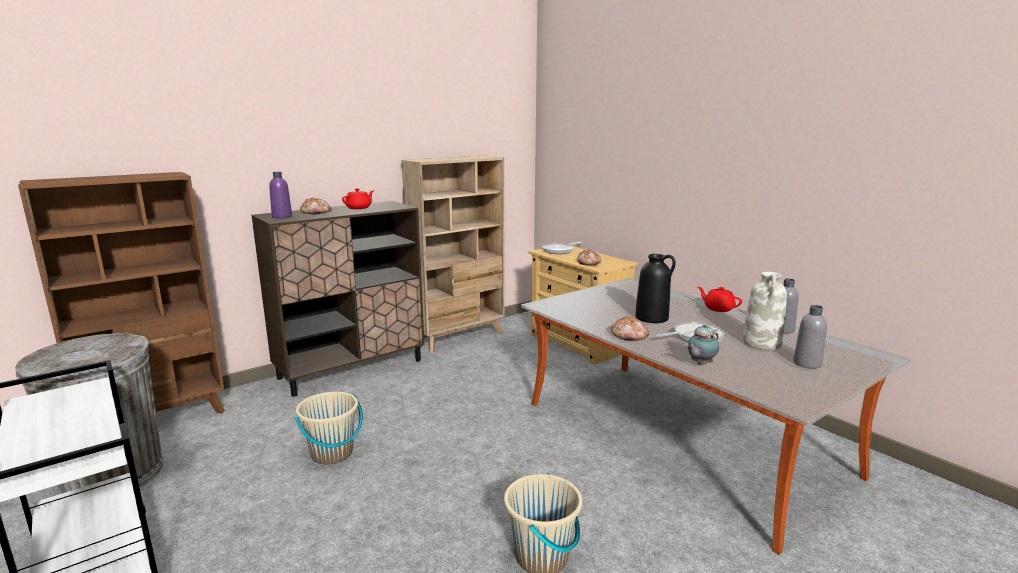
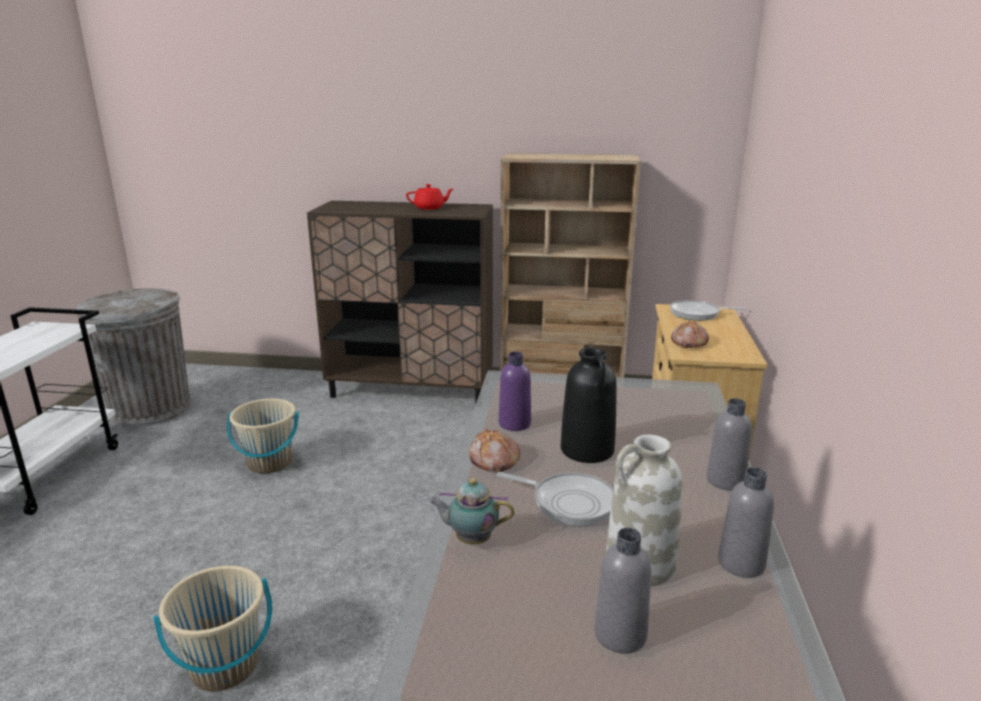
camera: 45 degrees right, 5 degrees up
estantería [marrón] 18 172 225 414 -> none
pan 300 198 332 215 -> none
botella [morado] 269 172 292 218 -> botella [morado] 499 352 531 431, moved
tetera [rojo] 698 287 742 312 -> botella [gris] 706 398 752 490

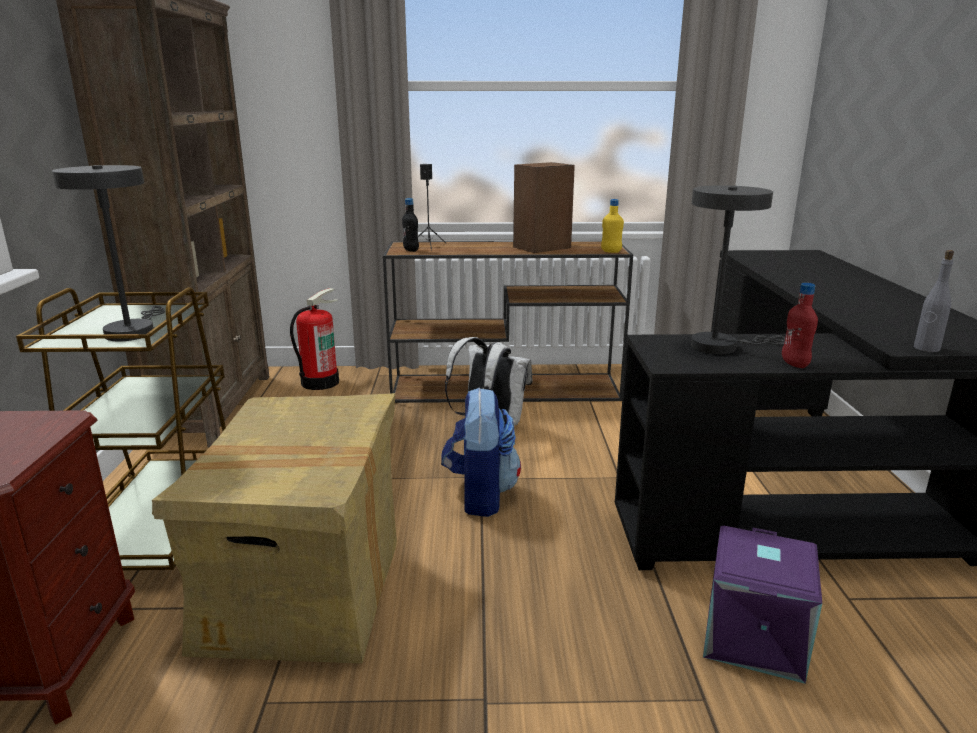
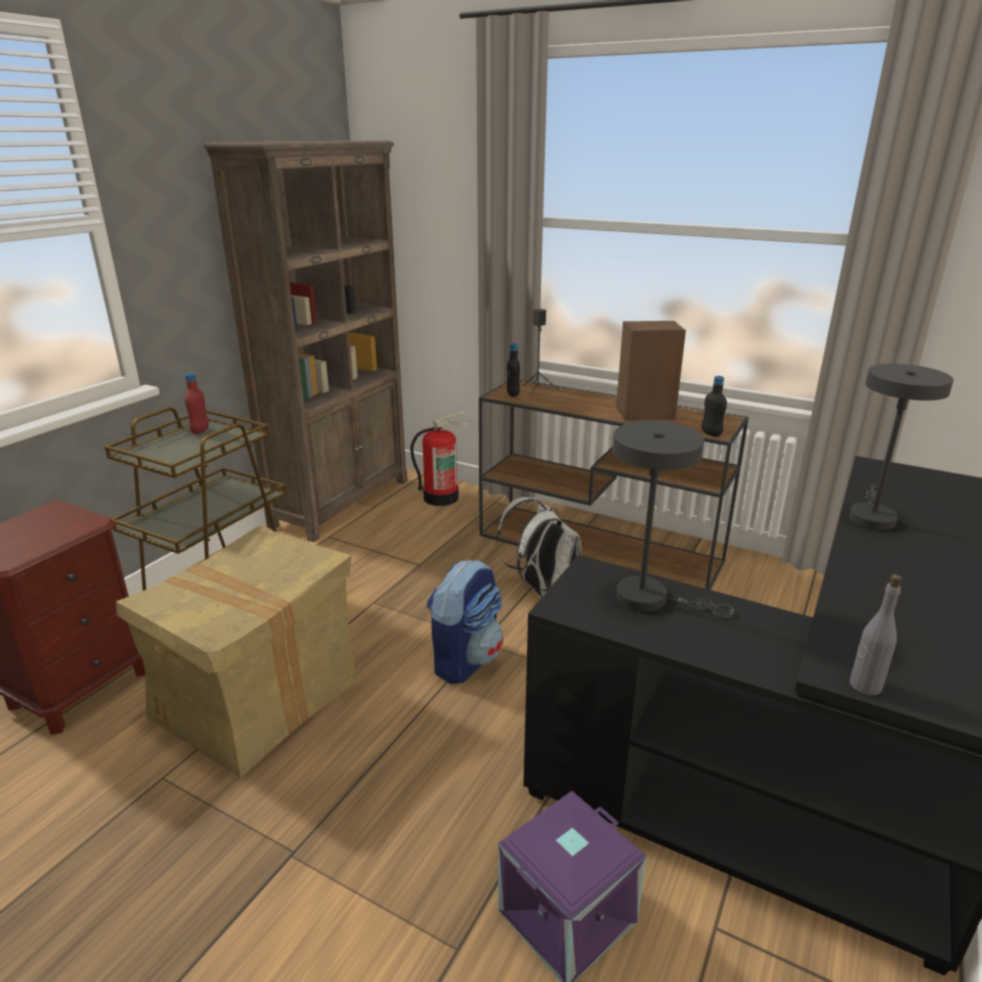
camera: 30 degrees right, 5 degrees up
lámpara de mesa [gris] 52 165 165 341 -> lámpara de mesa [gris] 849 364 954 530, moved
botella [rojo] 782 283 818 368 -> botella [rojo] 185 373 209 434, moved
botella [amarillo] 601 199 624 253 -> botella [negro] 701 376 727 437

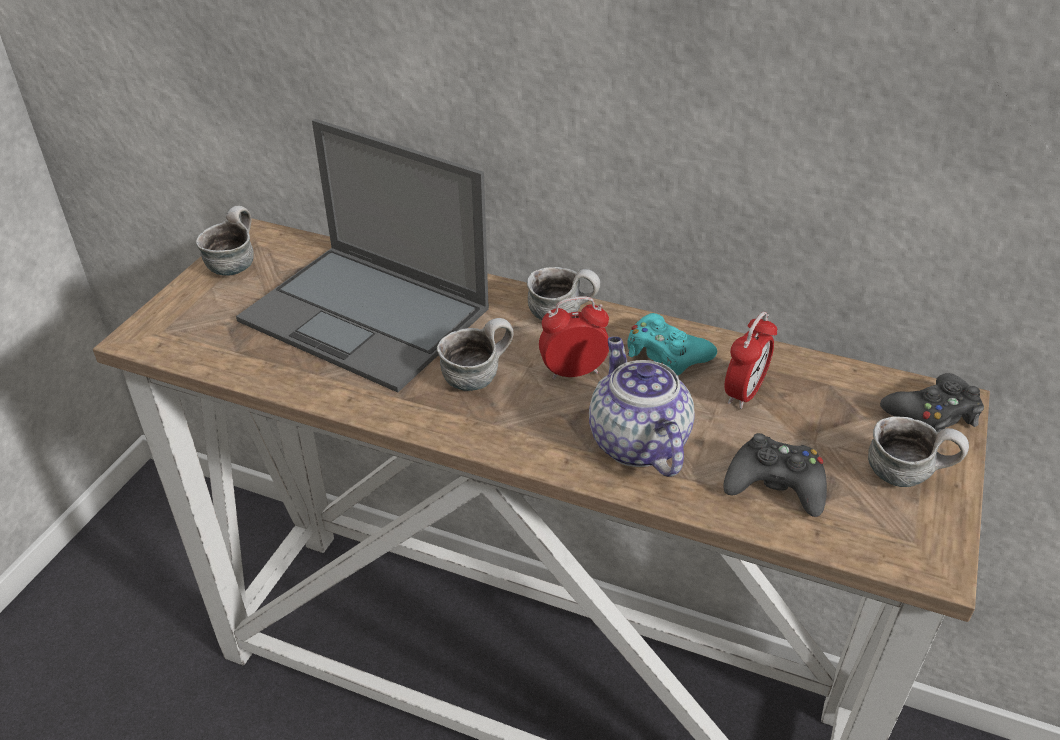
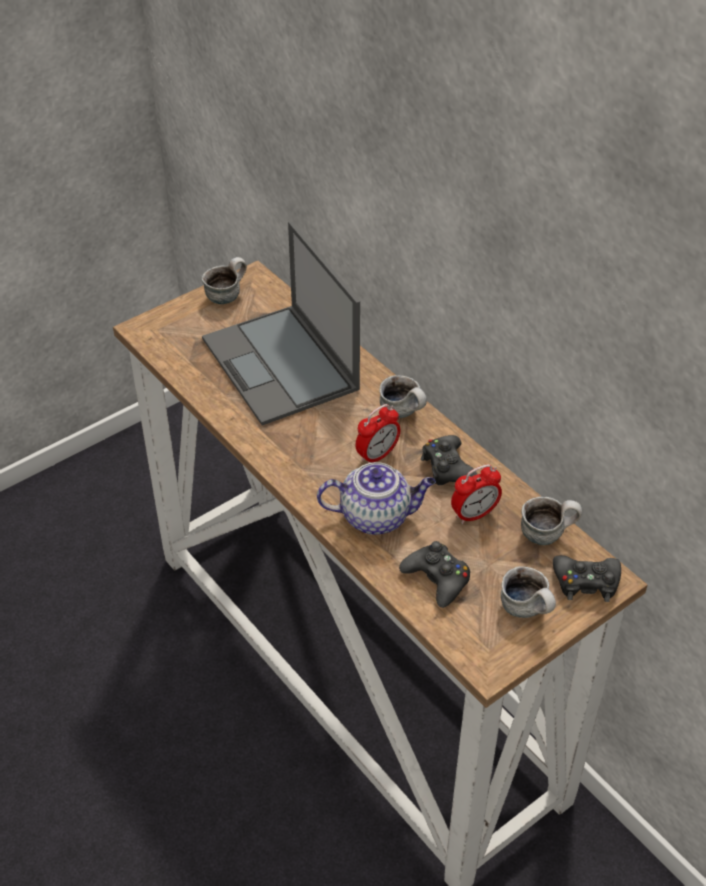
camera: 30 degrees right, 5 degrees up
taza grande 437 318 513 391 -> taza grande 521 497 582 545, moved
mando de consola [turquesa] 628 313 717 376 -> mando de consola [negro] 421 435 477 485
despertador 539 296 609 379 -> despertador 356 404 400 463, 120 degrees clockwise
tetera 589 337 695 477 -> tetera 317 462 436 535, 75 degrees clockwise

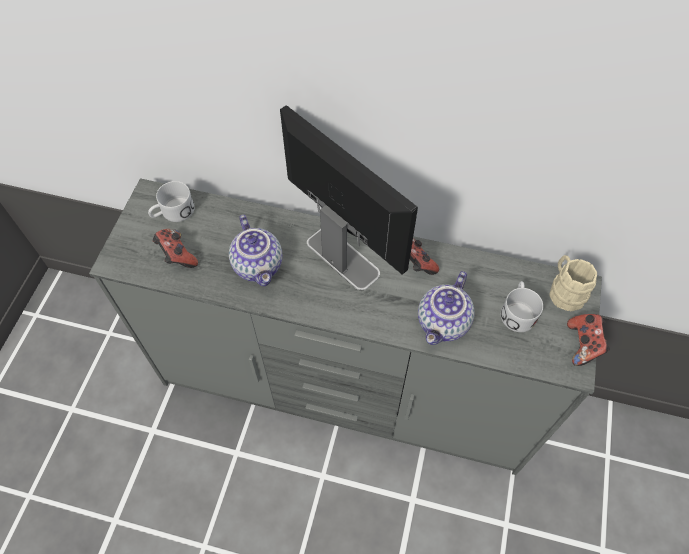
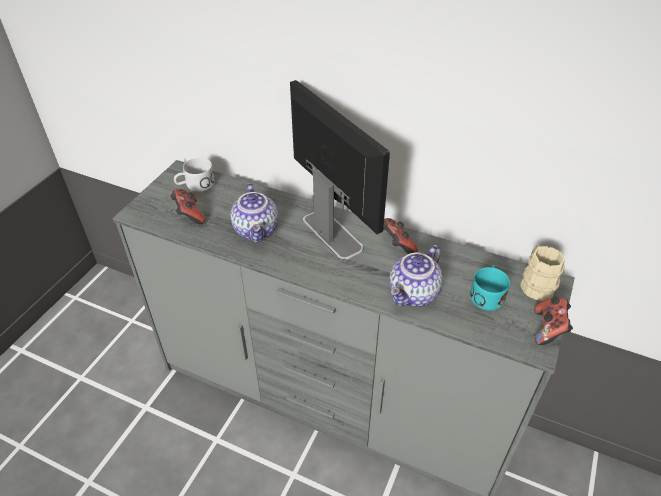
camera: 10 degrees right, 15 degrees down
taza grande [blanco] 501 281 543 332 -> taza grande [turquesa] 470 265 510 311

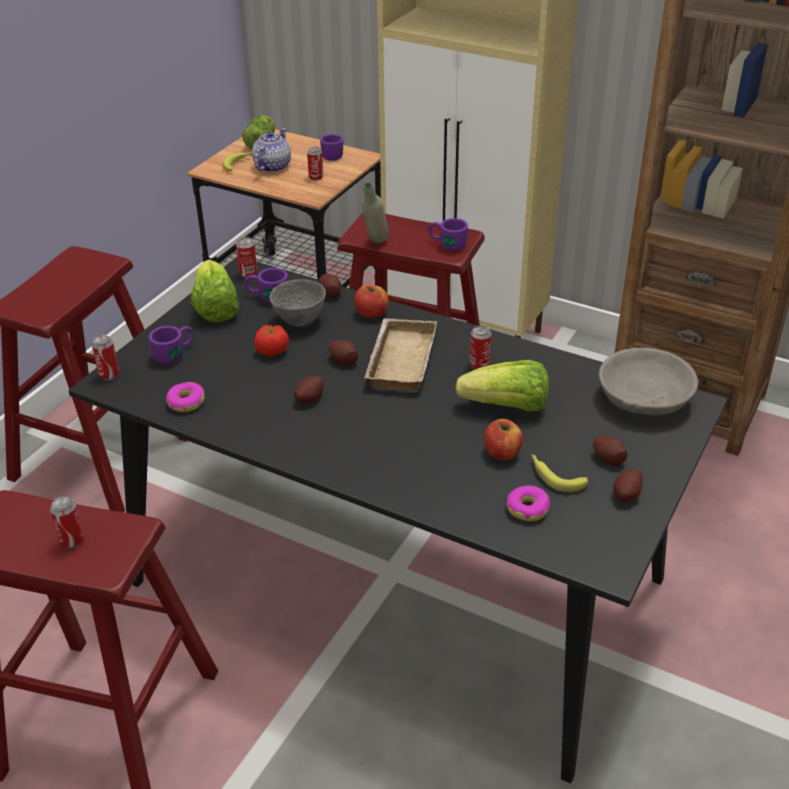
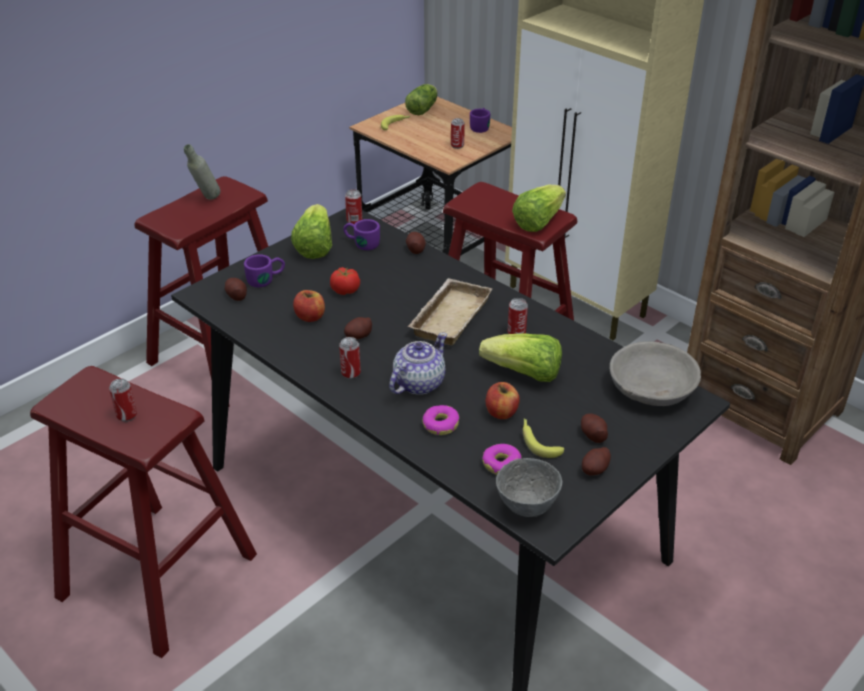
camera: 15 degrees right, 0 degrees up
lata 92 335 120 381 -> lata 339 337 361 379, moved
rosquilla 166 382 205 412 -> rosquilla 423 405 459 435, moved
tetera 252 128 291 172 -> tetera 389 332 447 395, moved
cuenco [gris] 269 279 326 327 -> cuenco [gris] 496 458 563 517, moved
patata 329 340 358 365 -> patata 225 278 247 301, moved
manzana 354 285 389 318 -> manzana 293 290 325 322, moved
botella [gris] 362 182 388 243 -> botella [gris] 184 144 220 200, moved
taza grande [morado] 428 218 468 251 -> lechuga 512 185 566 232

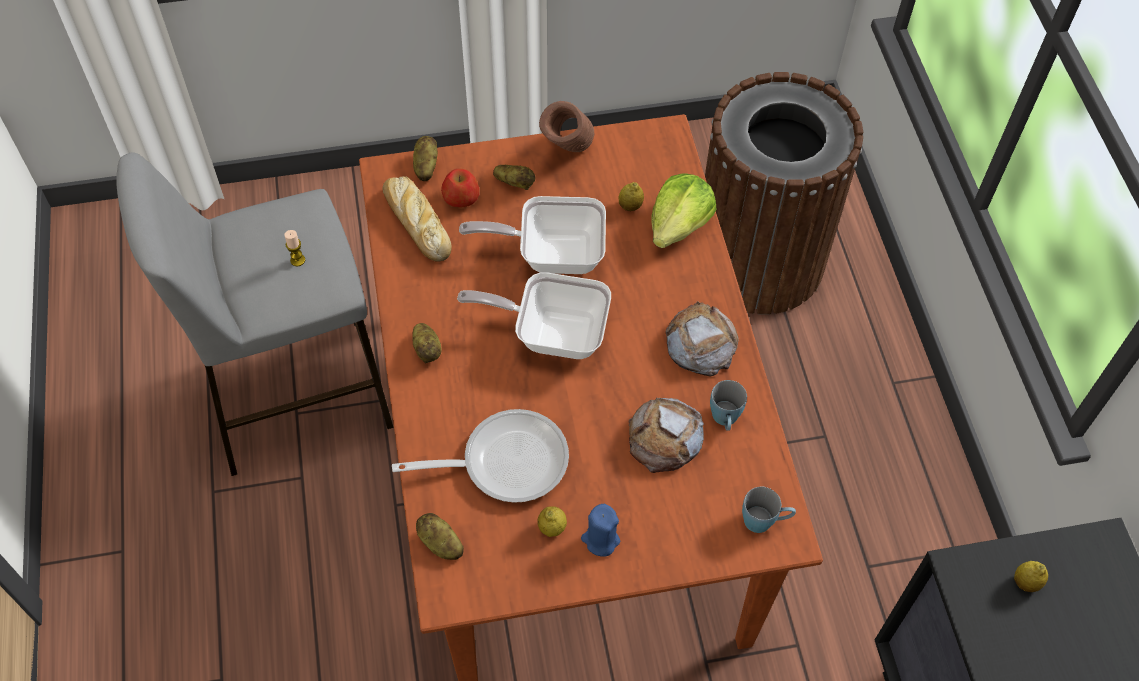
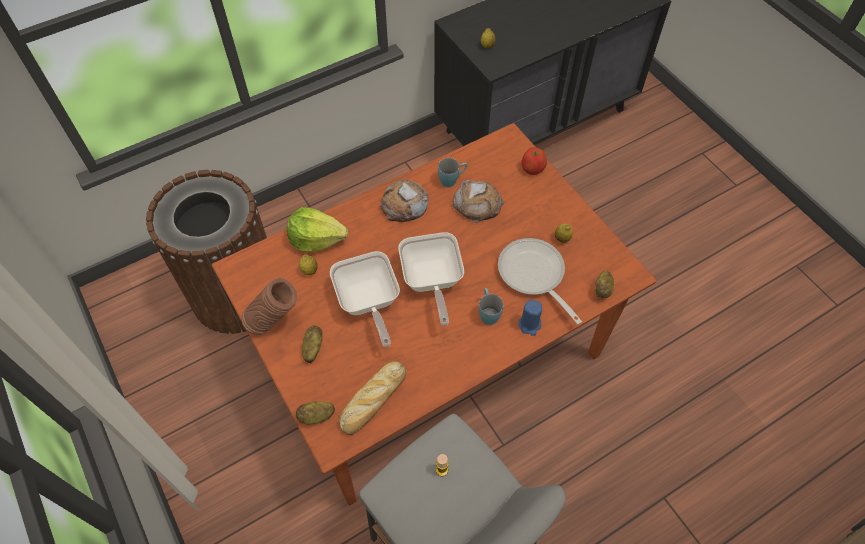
camera: 110 degrees left, 0 degrees up
patata 412 323 442 363 -> none
manzana 441 169 479 208 -> manzana 521 147 547 175, moved
vela [azul] 581 504 620 557 -> vela [azul] 518 299 542 336, moved
taza grande [azul] 742 487 796 533 -> taza grande [azul] 479 288 504 325, moved

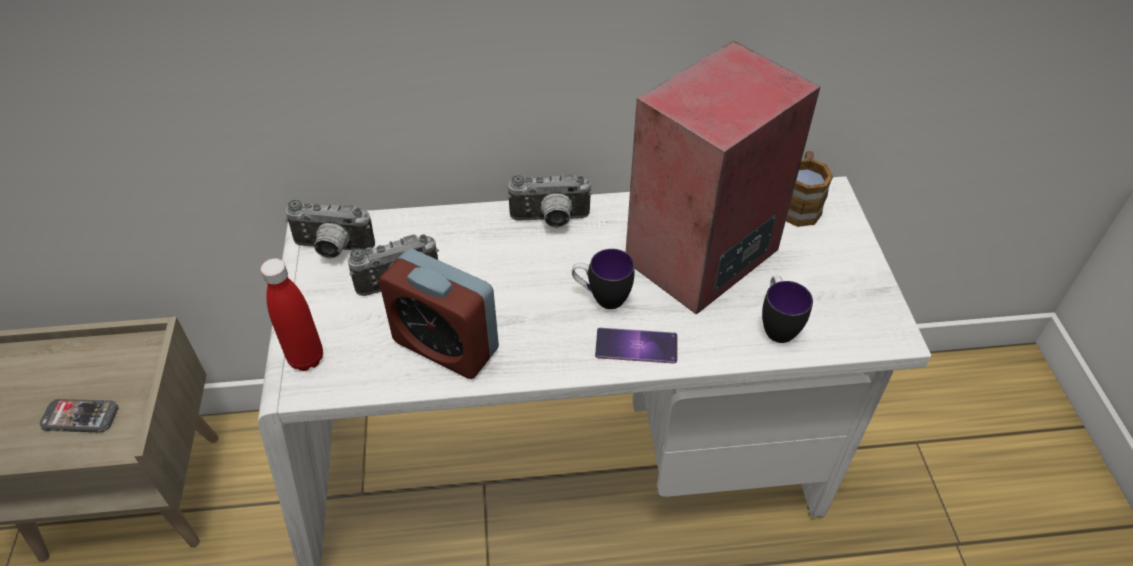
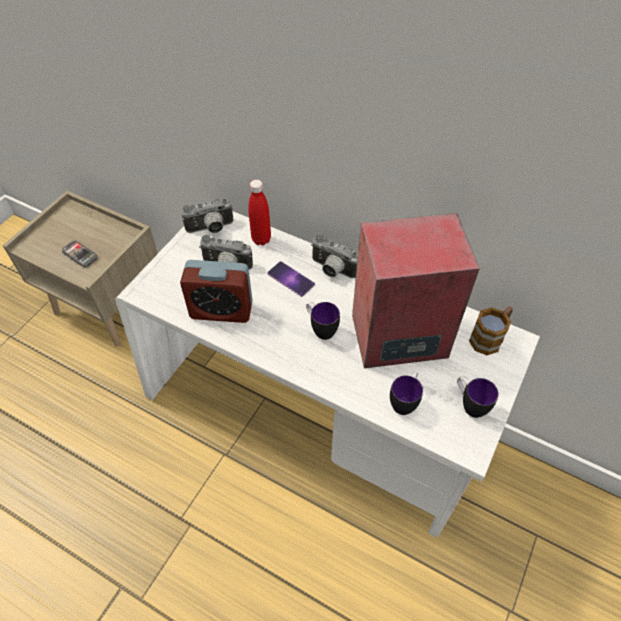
camera: 35 degrees right, 5 degrees up
none -> taza grande 457 376 498 418
botella [rojo] 260 258 323 371 -> botella [rojo] 248 179 271 245, moved
móvil 595 328 677 363 -> móvil 267 261 315 297, moved
cámara 285 200 375 259 -> cámara 181 199 233 233, 60 degrees counterclockwise
despertador 379 249 499 379 -> despertador 180 260 253 323, 60 degrees counterclockwise

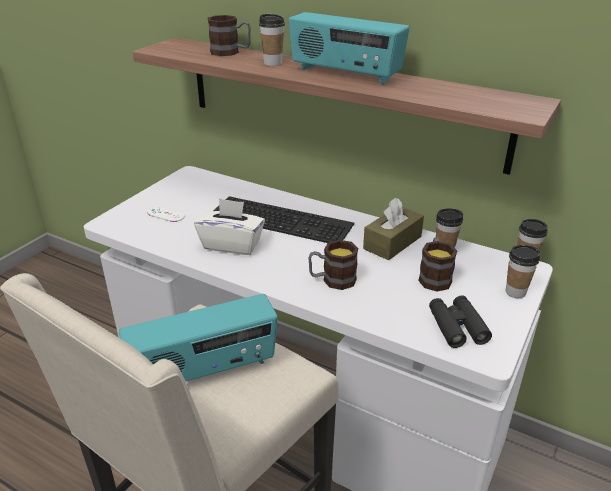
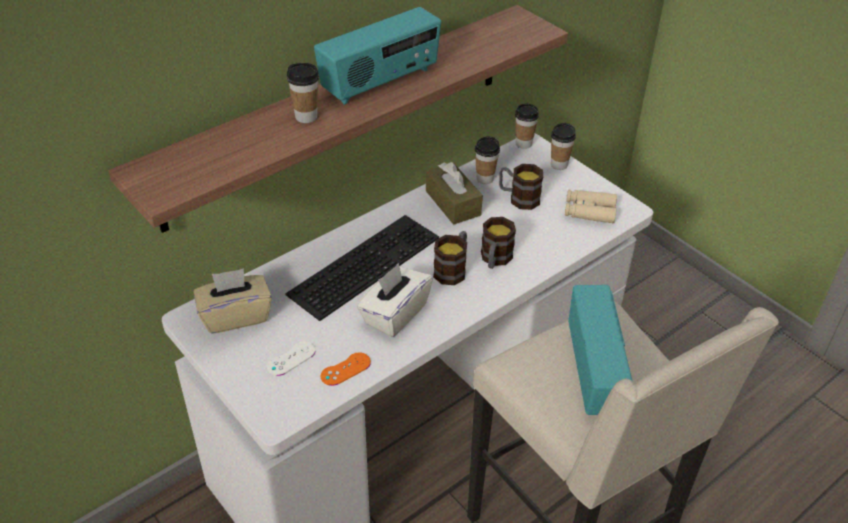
camera: 70 degrees left, 10 degrees up
none -> caja de pañuelos [beis] 194 269 272 334
none -> mando de consola [naranja] 321 352 371 386
taza grande 208 15 251 56 -> taza grande 433 231 467 285, moved
prismáticos [negro] 429 296 492 348 -> prismáticos [beis] 565 190 617 223

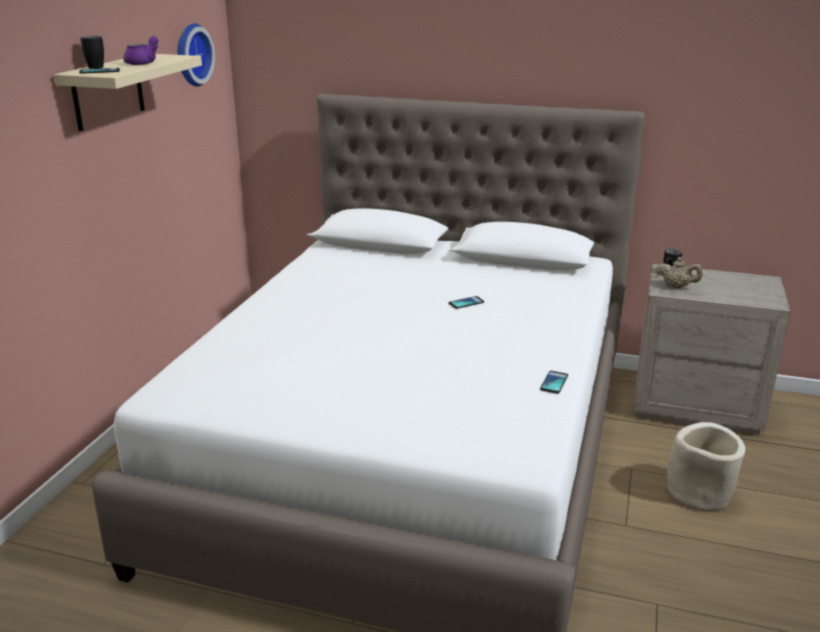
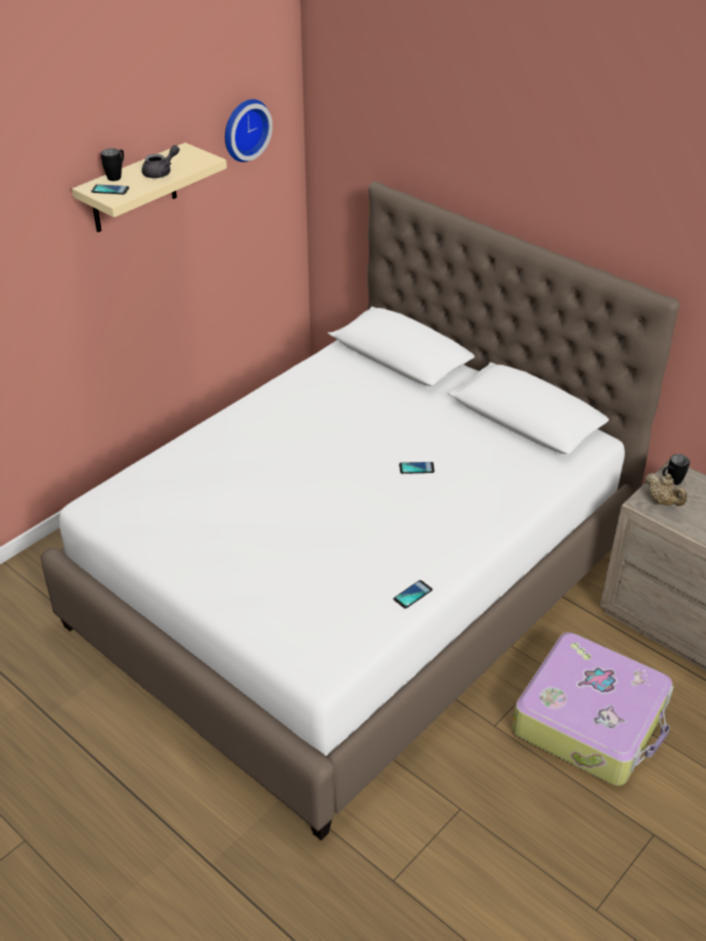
camera: 25 degrees right, 15 degrees up
maceta [beis] 667 422 746 511 -> maleta 512 632 674 786
tetera [morado] 123 36 158 65 -> tetera [gris] 142 145 180 178

